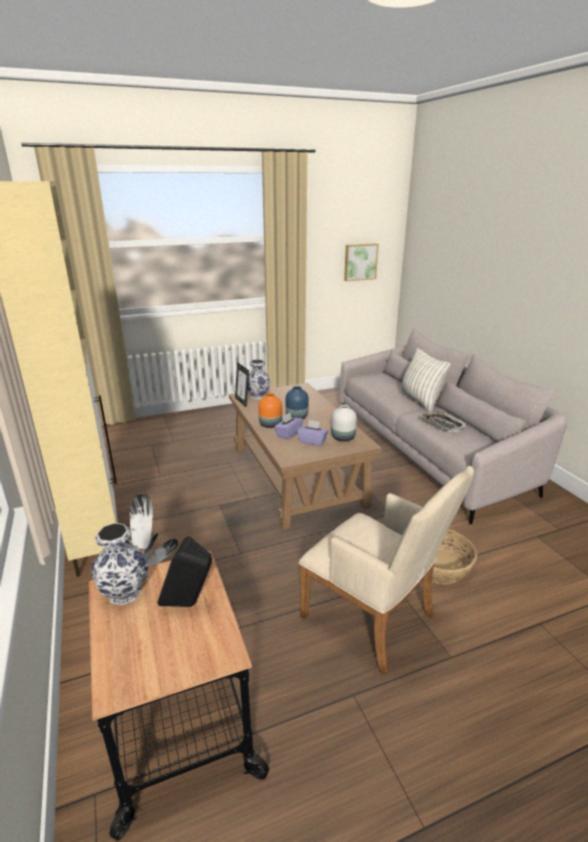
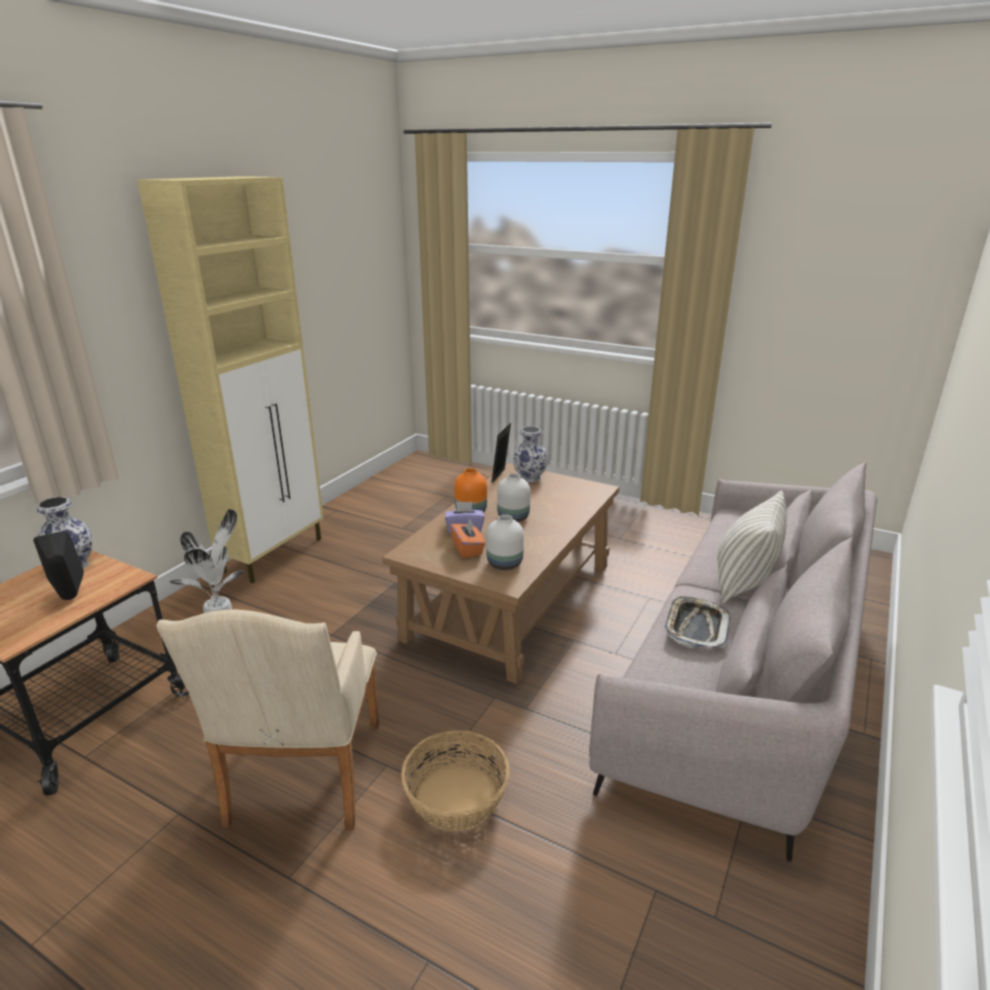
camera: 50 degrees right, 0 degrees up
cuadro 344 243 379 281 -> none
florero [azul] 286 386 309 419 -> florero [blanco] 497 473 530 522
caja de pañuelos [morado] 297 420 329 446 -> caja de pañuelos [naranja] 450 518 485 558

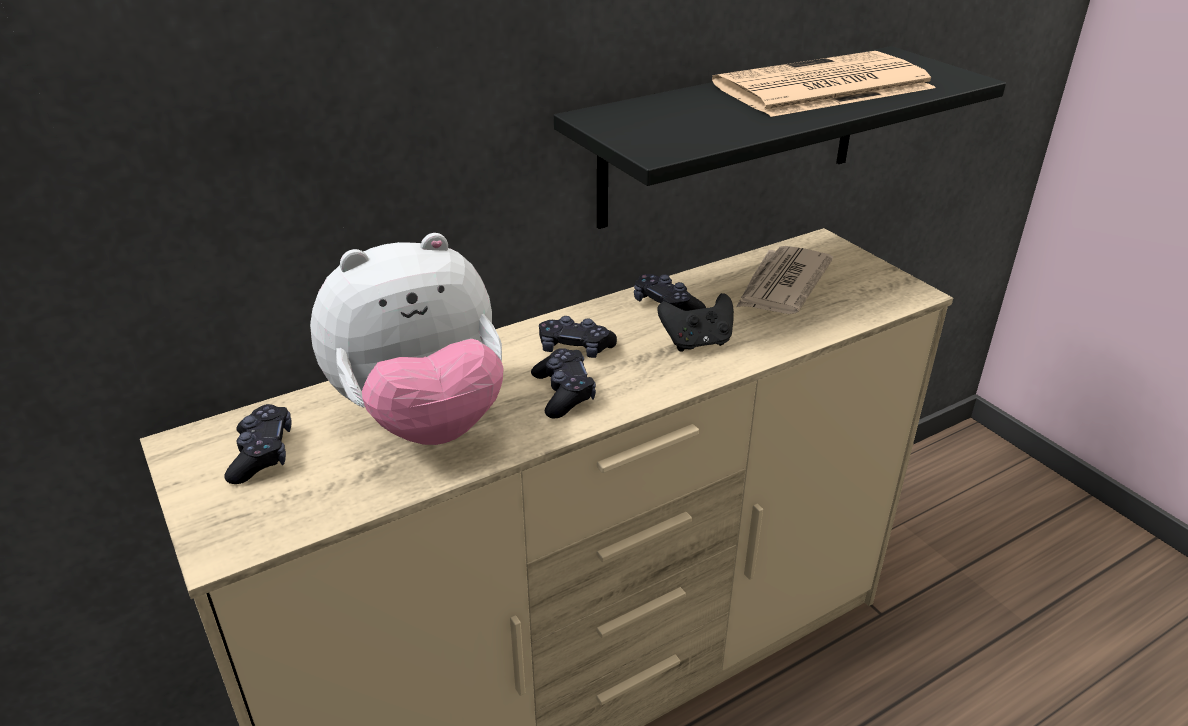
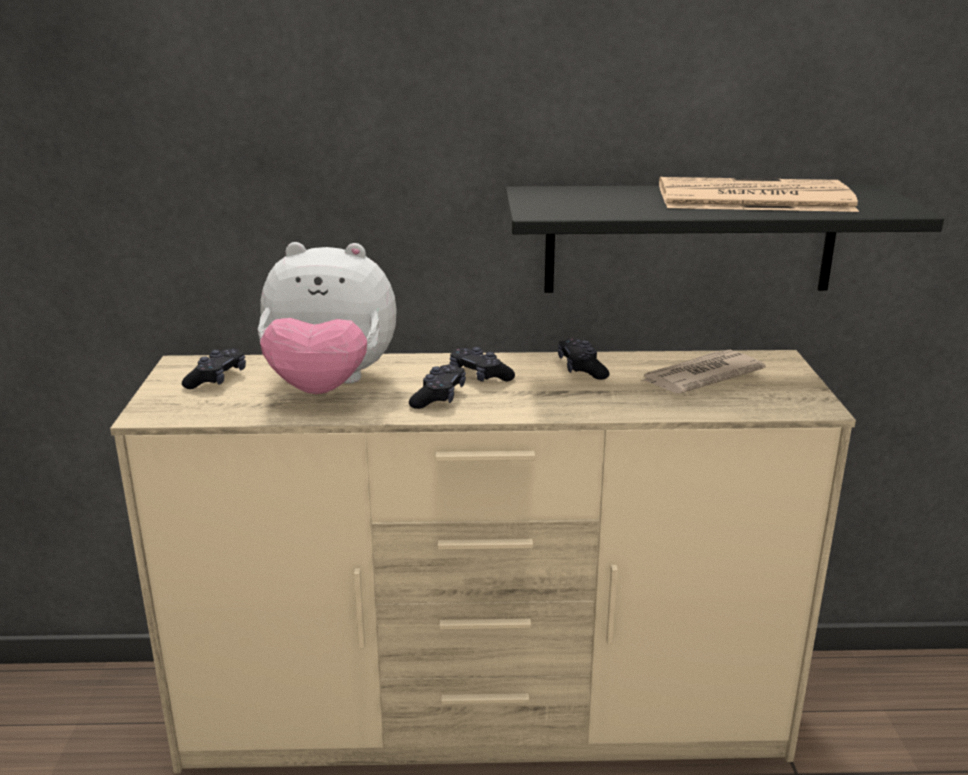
camera: 30 degrees right, 10 degrees down
mando de consola [negro] 657 293 734 352 -> none

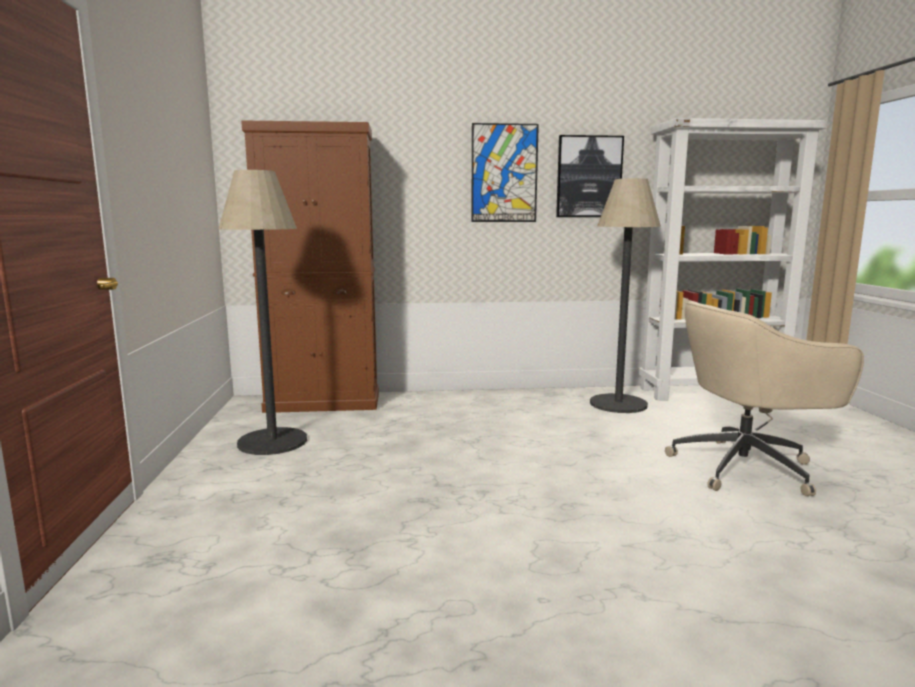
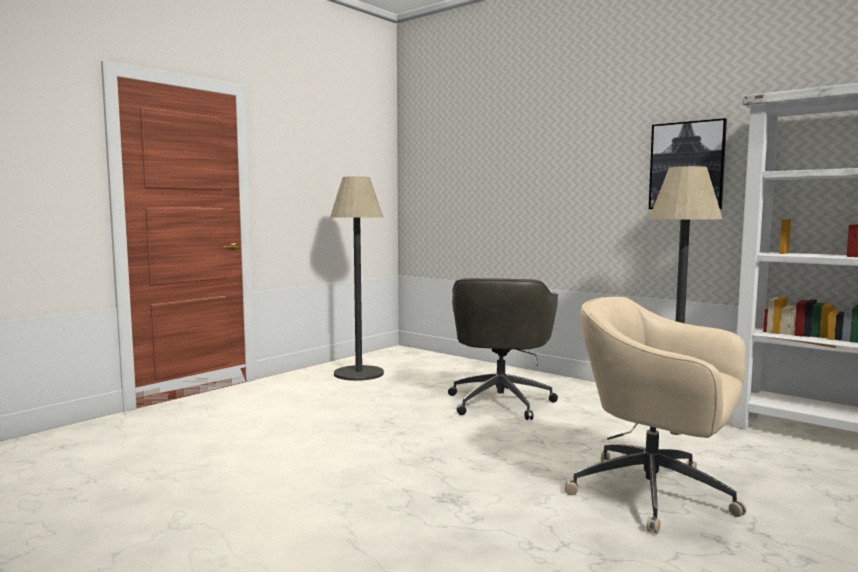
camera: 45 degrees right, 5 degrees down
armario [marrón] 241 120 379 413 -> none
cuadro 471 123 539 222 -> none
none -> silla de oficina [gris] 448 278 558 420

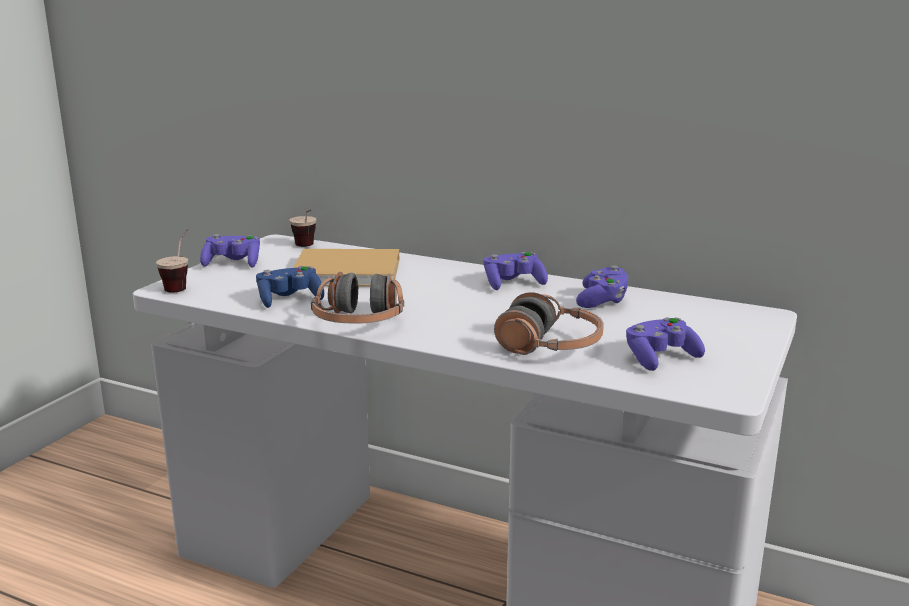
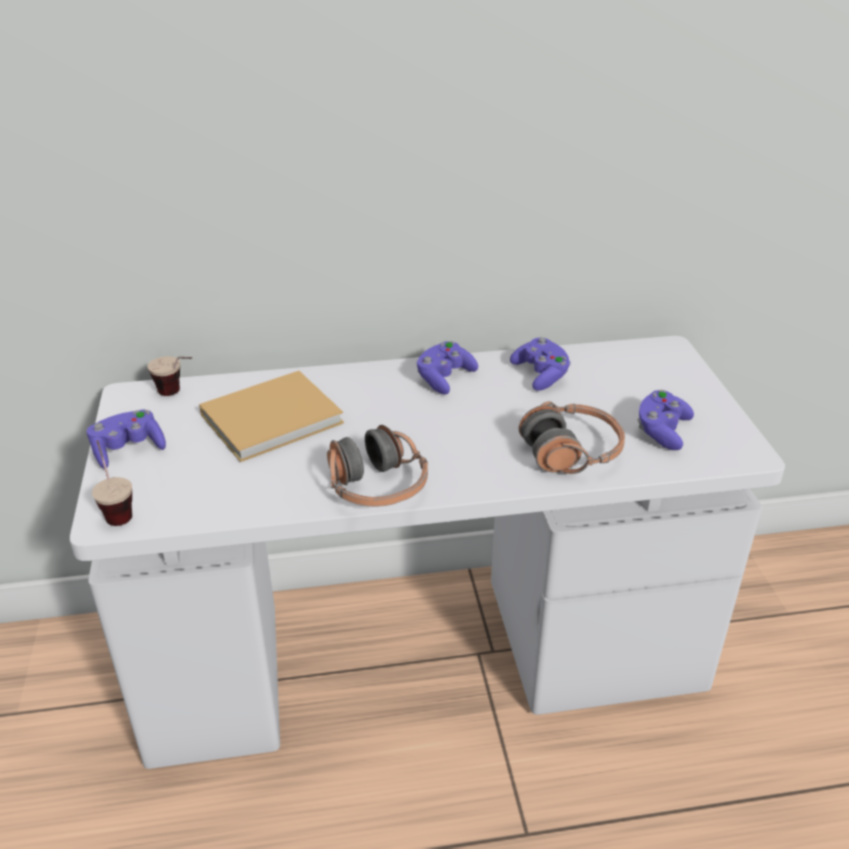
camera: 35 degrees left, 15 degrees up
mando de consola [azul] 256 266 324 308 -> none

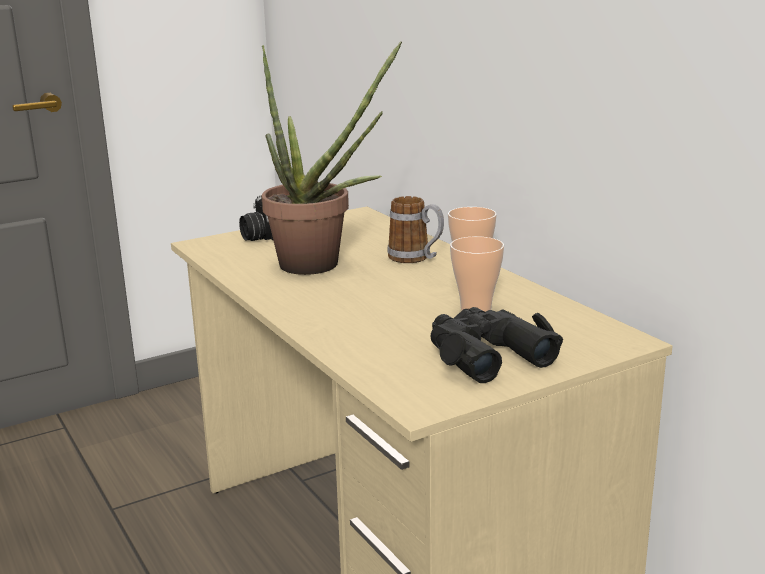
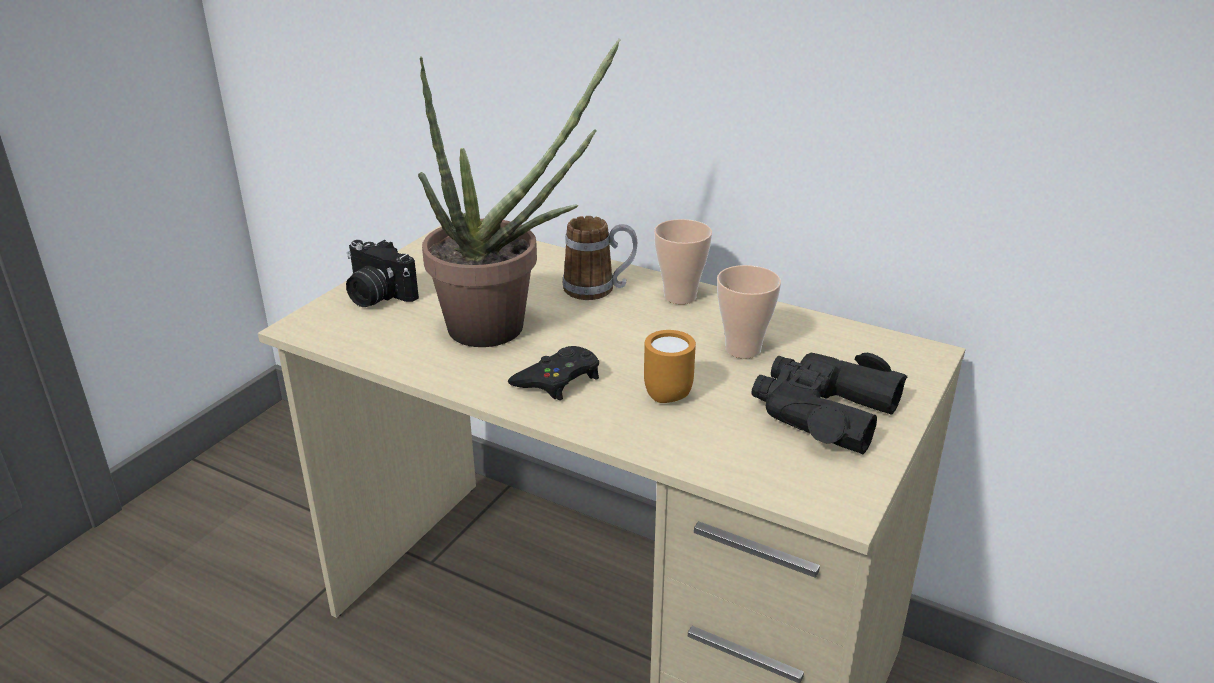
camera: 30 degrees left, 10 degrees up
none -> mando de consola [negro] 508 346 599 400
none -> taza grande [naranja] 644 330 696 403

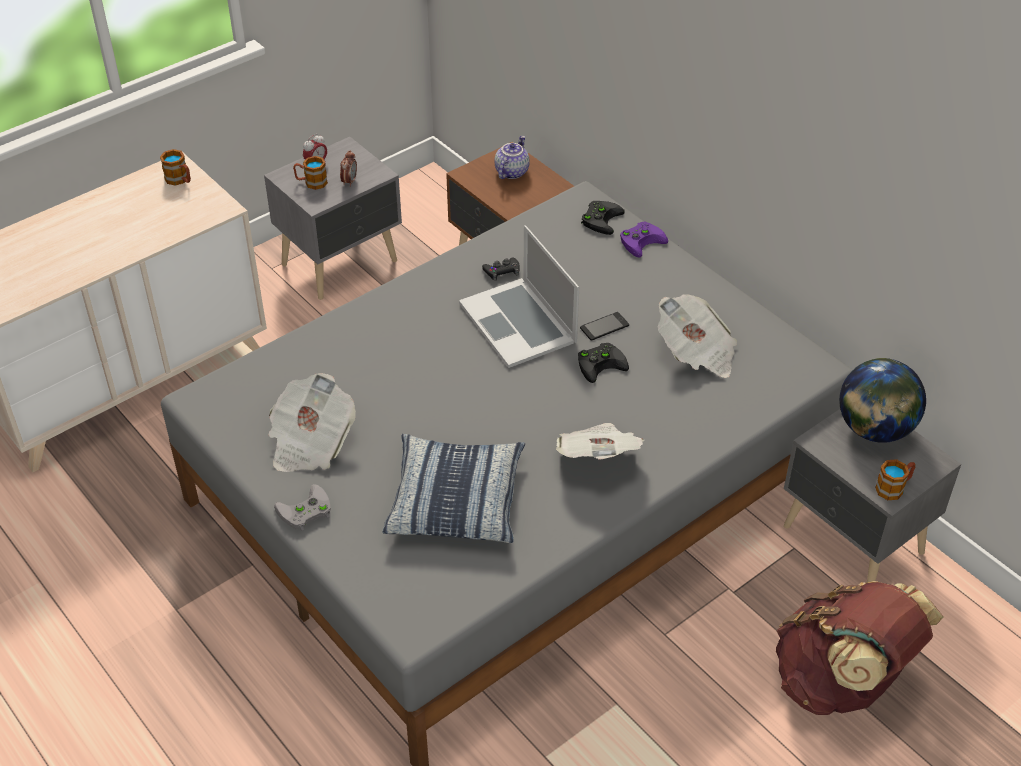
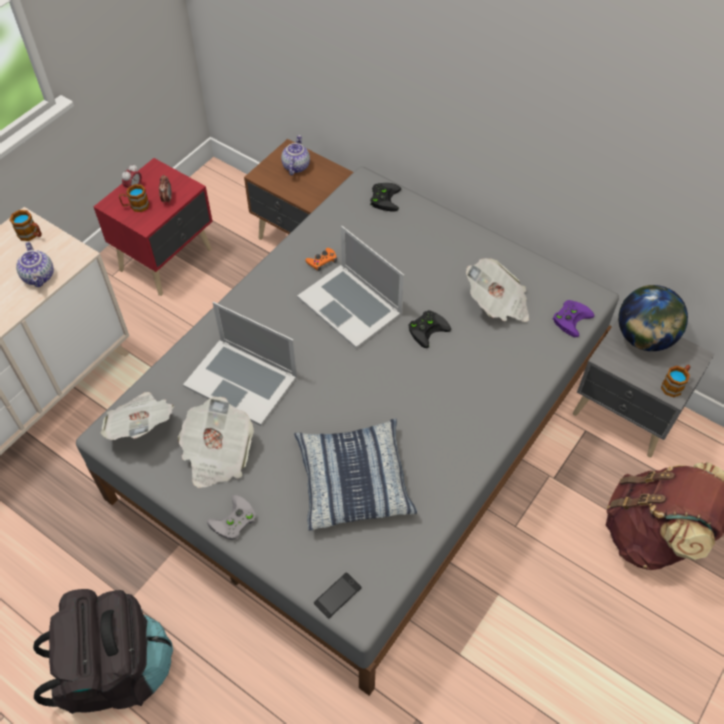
camera: 15 degrees left, 10 degrees up
none -> tetera 16 242 54 287
none -> mochila [negro] 33 589 173 714
none -> portátil 183 302 298 426
periódico 556 423 644 460 -> periódico 101 392 174 440, moved
móvil 580 312 629 341 -> móvil 314 572 361 619, moved
mando de consola [morado] 620 221 668 258 -> mando de consola [morado] 553 300 595 337, moved
mesita de noche [gris] 264 137 402 300 -> mesita de noche [rojo] 94 158 213 296
mando de consola [negro] 482 258 519 281 -> mando de consola [naranja] 305 248 337 272

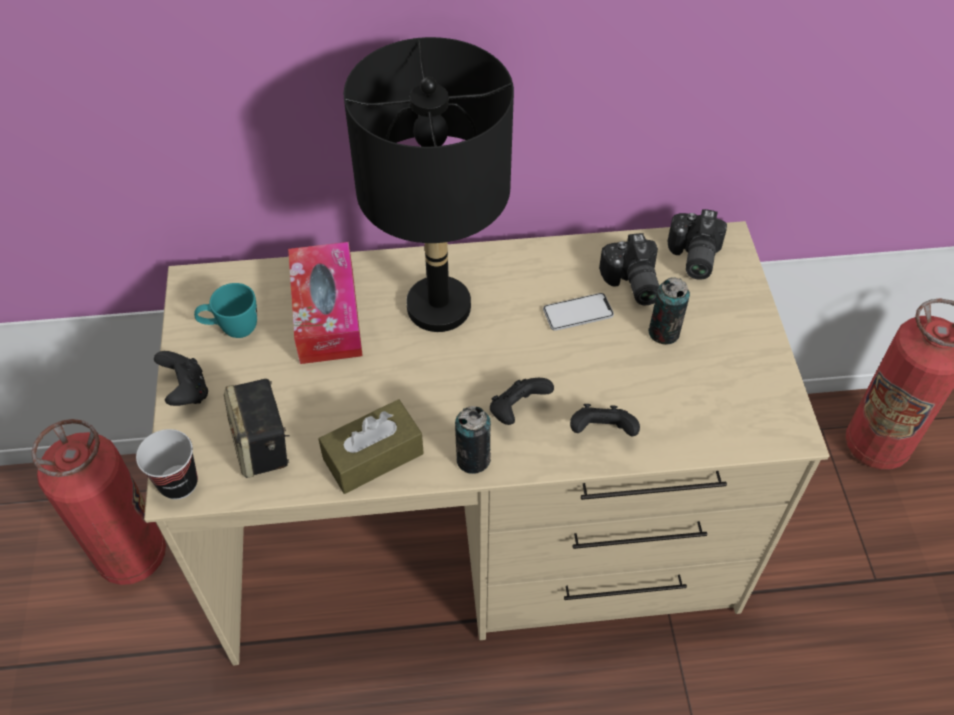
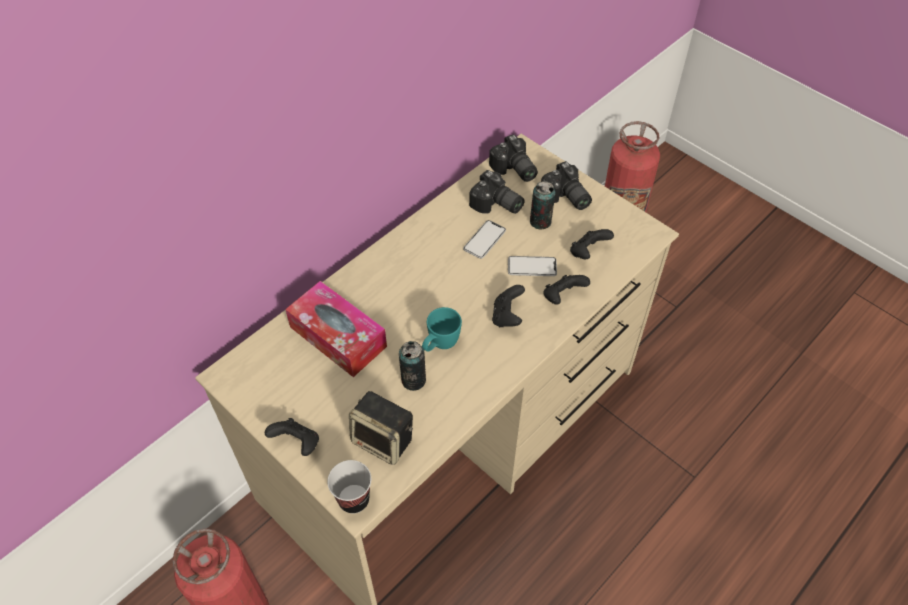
camera: 40 degrees left, 0 degrees up
caja de pañuelos [marrón] 318 399 424 494 -> none
lámpara de mesa [negro] 344 37 514 332 -> none
none -> móvil 508 256 557 276
none -> cámara 541 161 592 210
none -> mando de consola [negro] 570 229 614 259
taza grande [turquesa] 194 283 257 338 -> taza grande [turquesa] 422 307 462 351, moved
lata 455 406 491 474 -> lata 399 341 426 391, moved

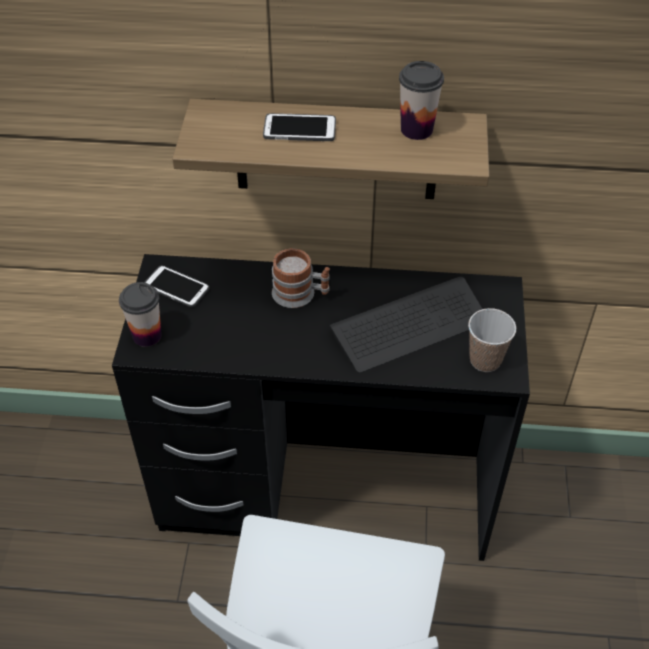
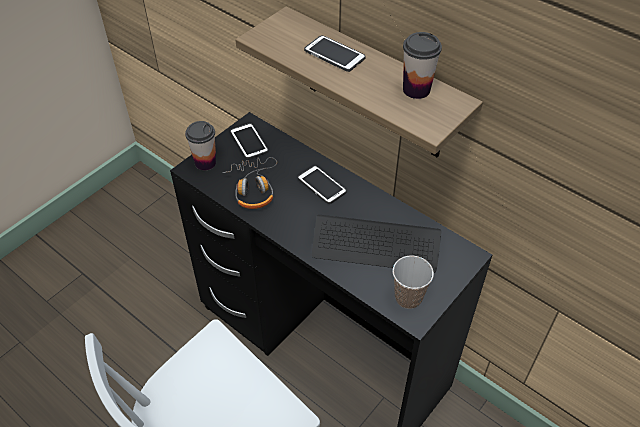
camera: 35 degrees right, 0 degrees up
none -> auriculares 223 157 277 209
taza grande 272 248 330 308 -> móvil 298 166 347 204

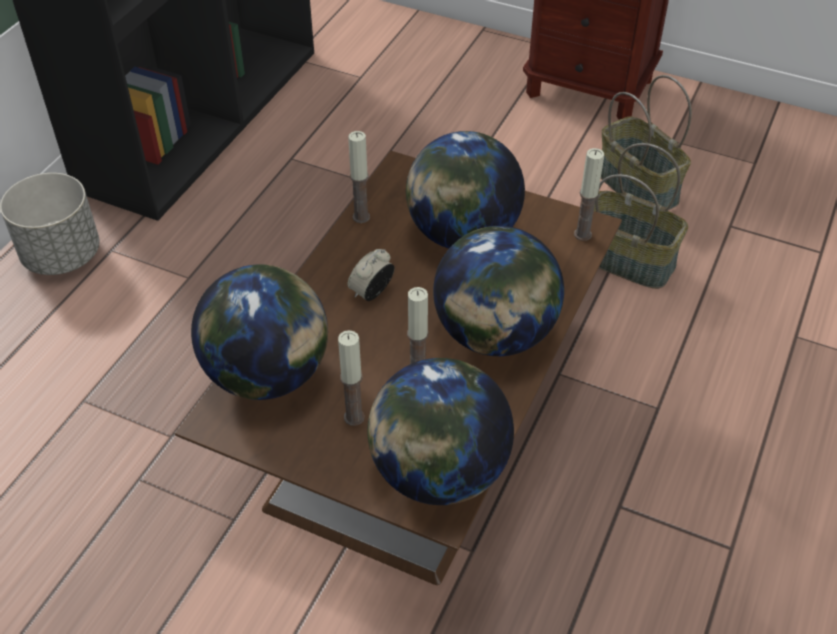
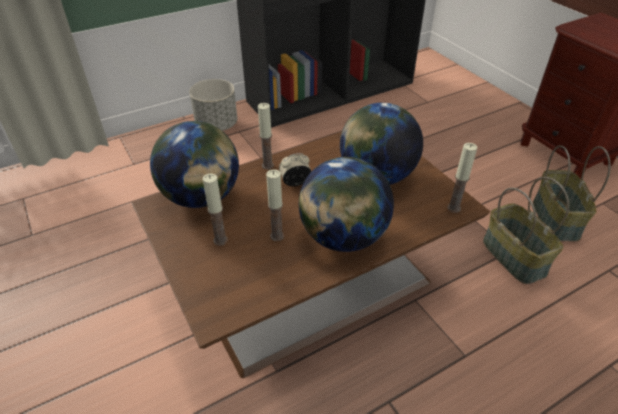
camera: 35 degrees right, 5 degrees down
globo terráqueo 368 358 514 505 -> none
vela 348 131 370 223 -> vela 258 103 274 169, moved

